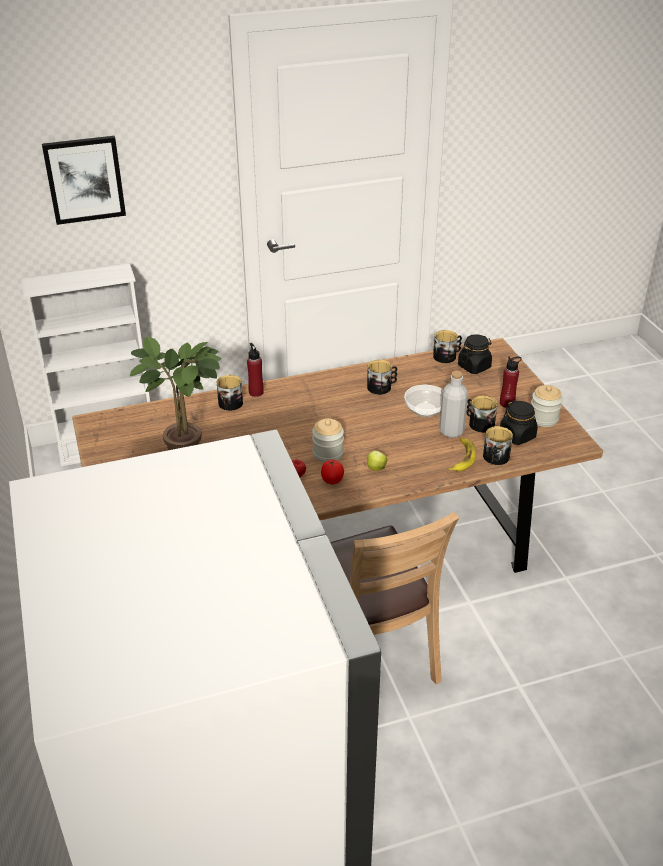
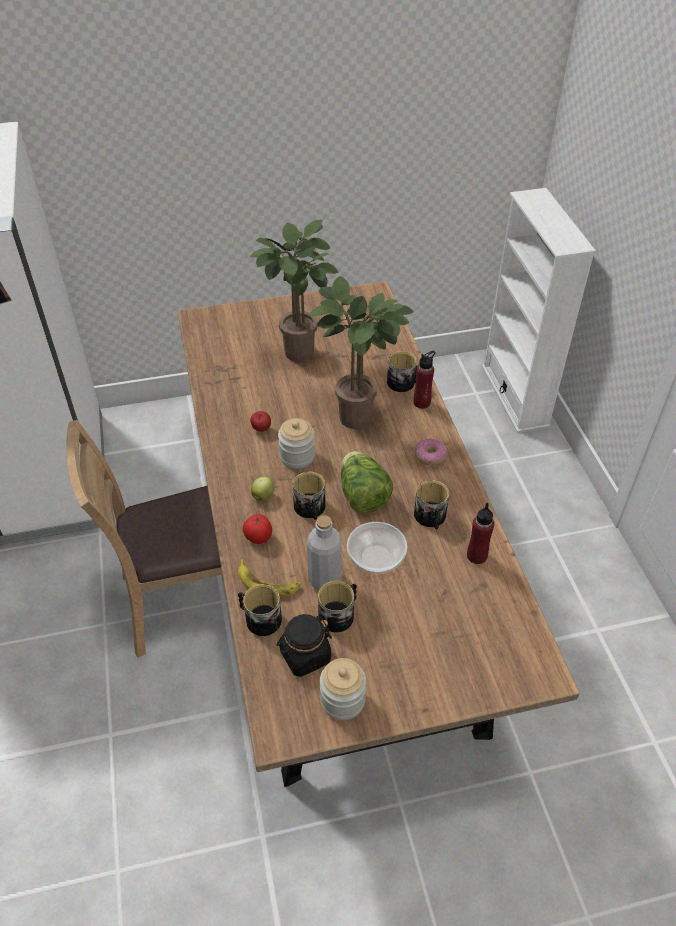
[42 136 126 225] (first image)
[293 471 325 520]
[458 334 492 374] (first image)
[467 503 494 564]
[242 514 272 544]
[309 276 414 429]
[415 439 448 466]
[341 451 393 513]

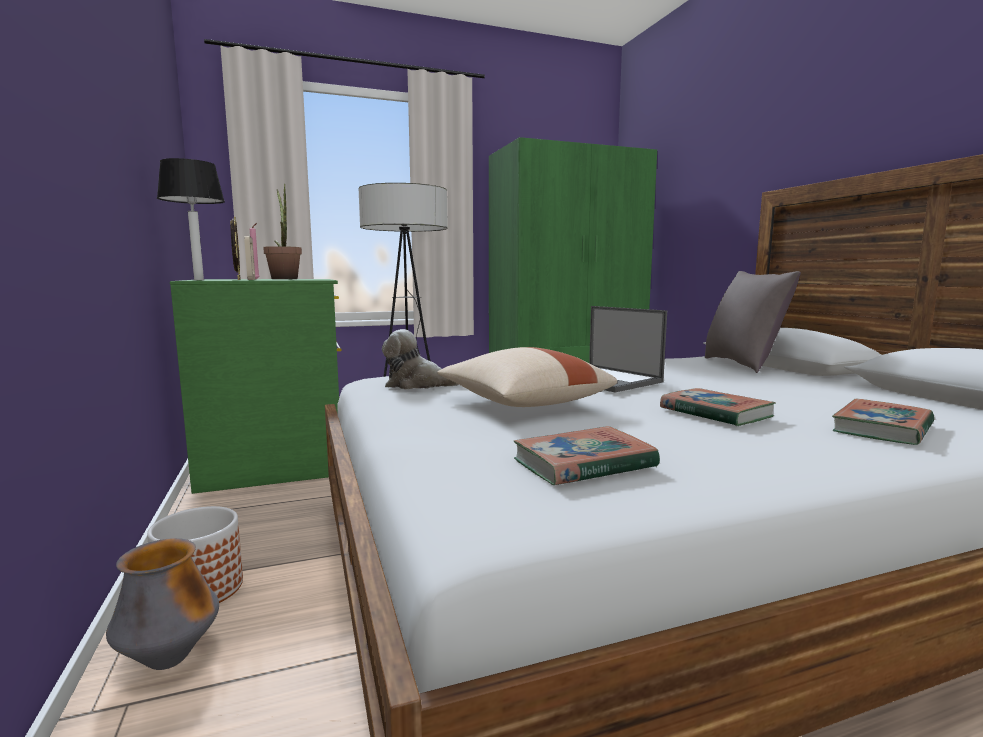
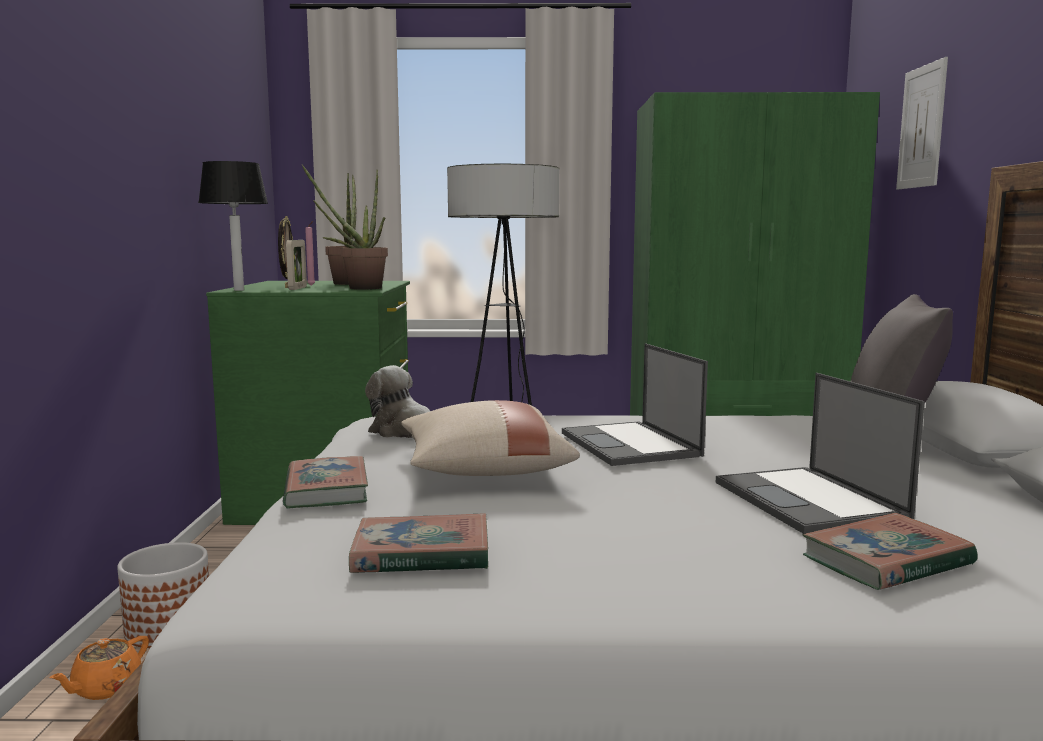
[283 456 368 509]
[50 636 149 700]
[896 57 948 189]
[302 164 388 290]
[716 373 925 534]

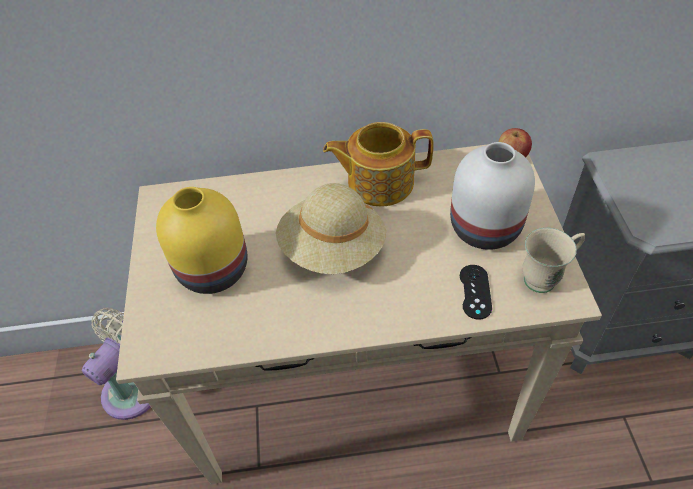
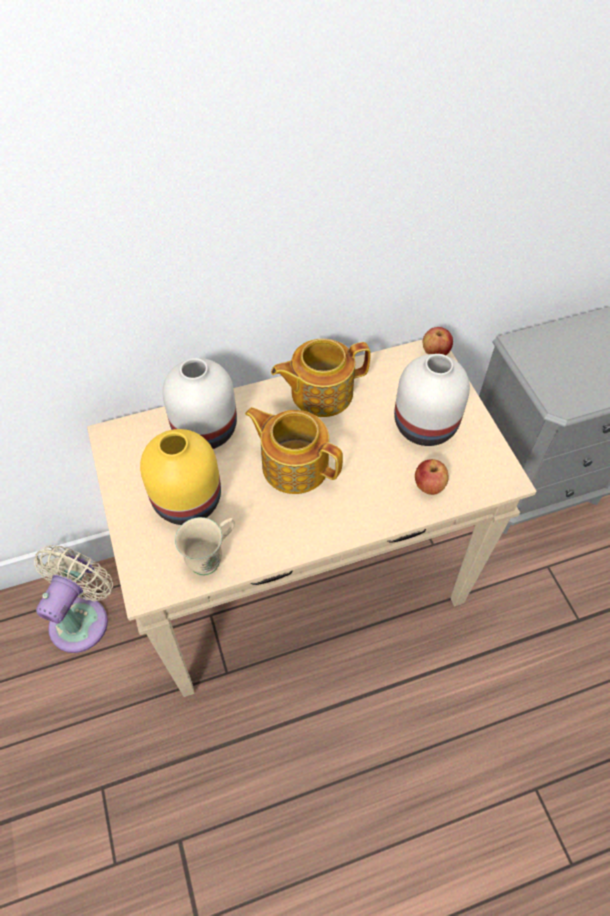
[245 407 343 494]
[175 517 235 575]
[415 459 449 495]
[162 358 237 449]

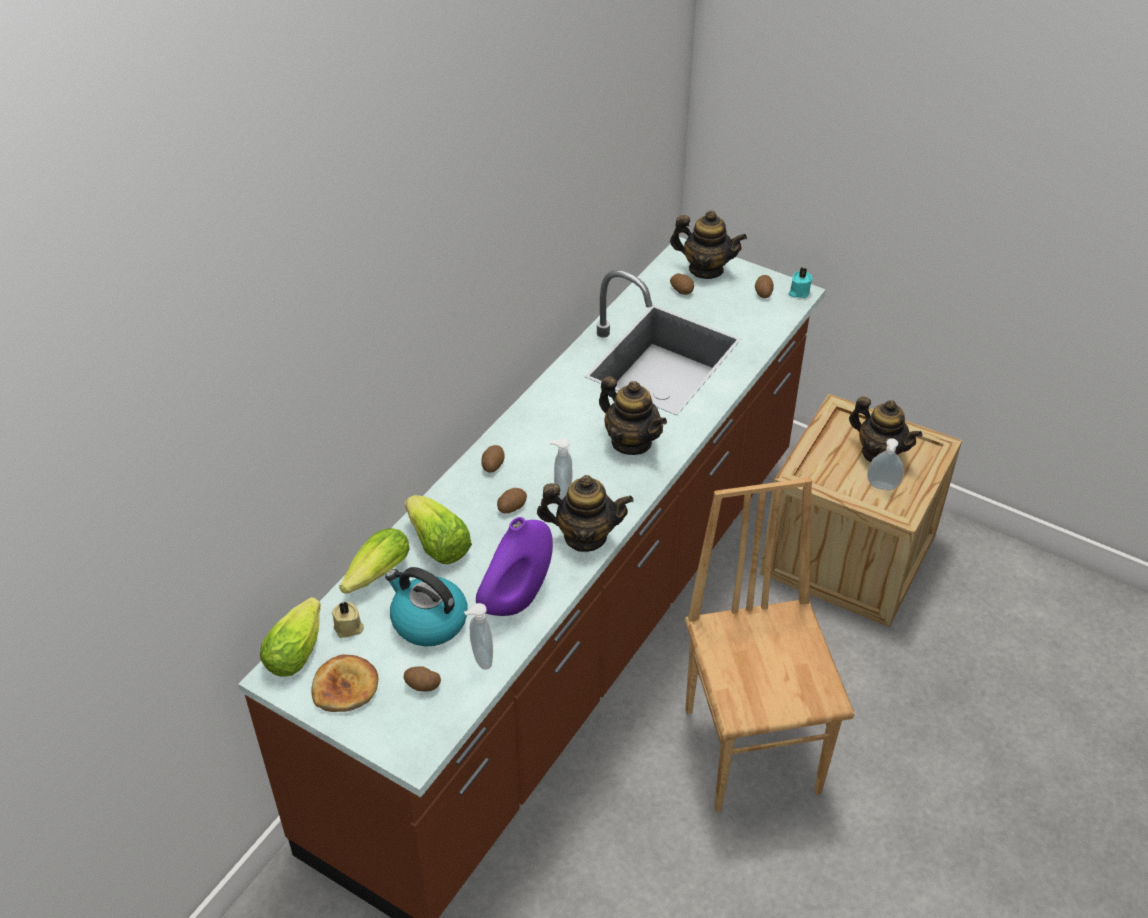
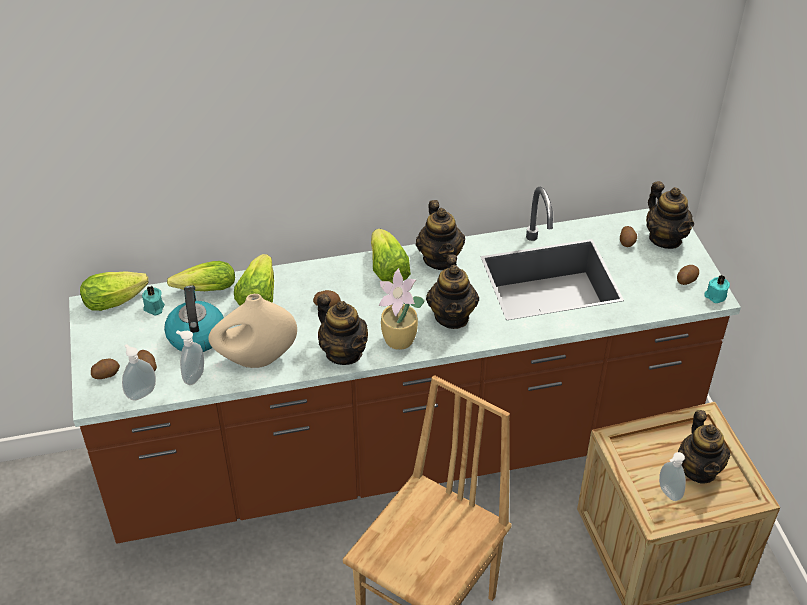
[122 344 156 400]
[91 358 120 379]
[208 294 297 368]
[142 286 165 315]
[311 655 378 712] (first image)
[416 200 465 270]
[371 229 411 284]
[379 268 425 350]

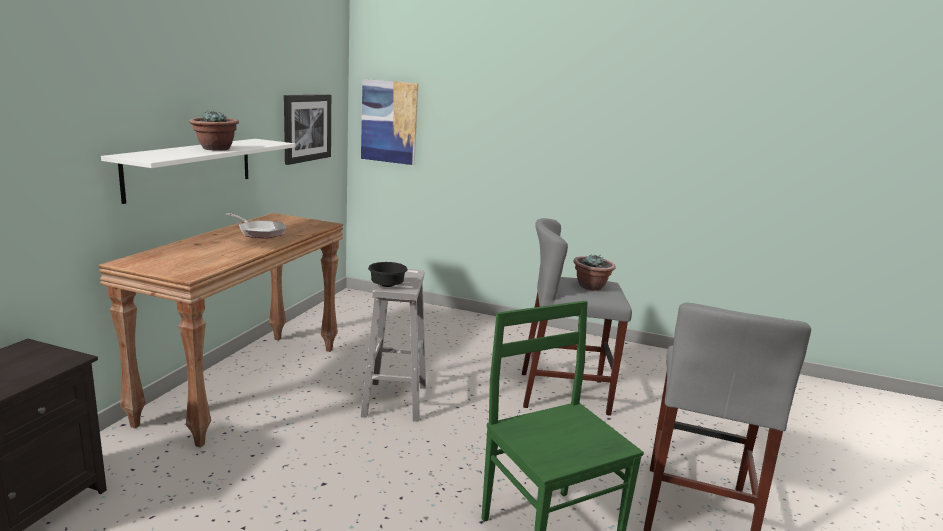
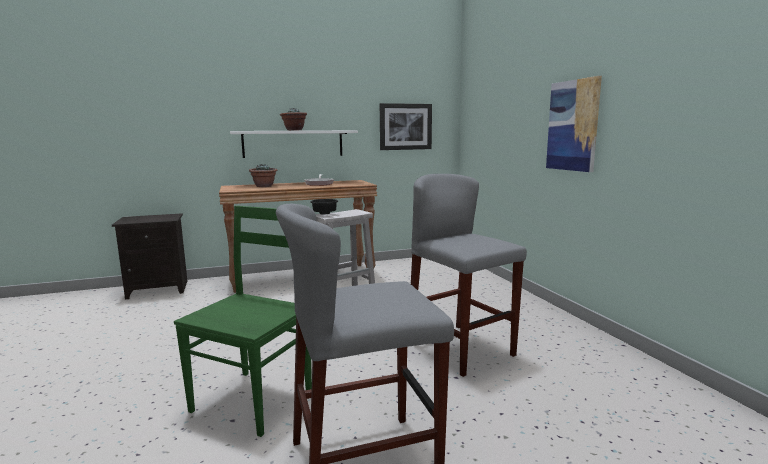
[546 76 602 172]
[249 164 277 187]

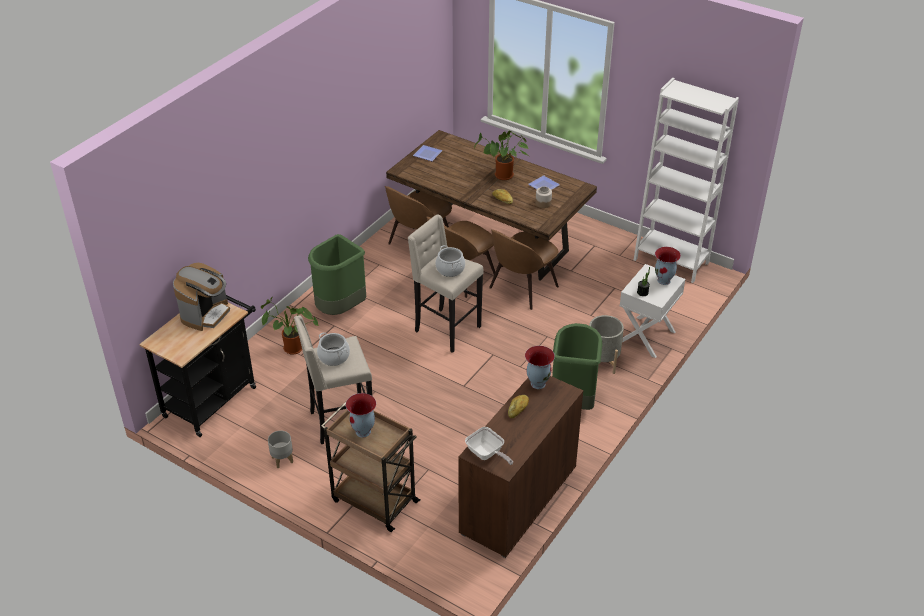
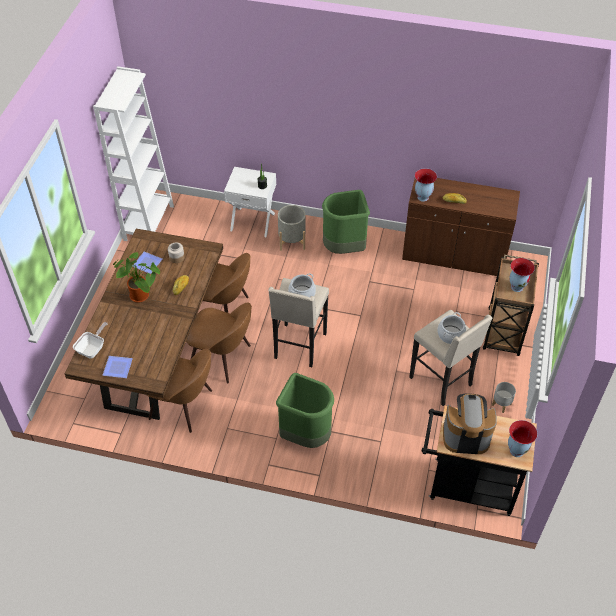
[508 420 538 457]
[261 297 318 355] (first image)
[73 322 108 359]

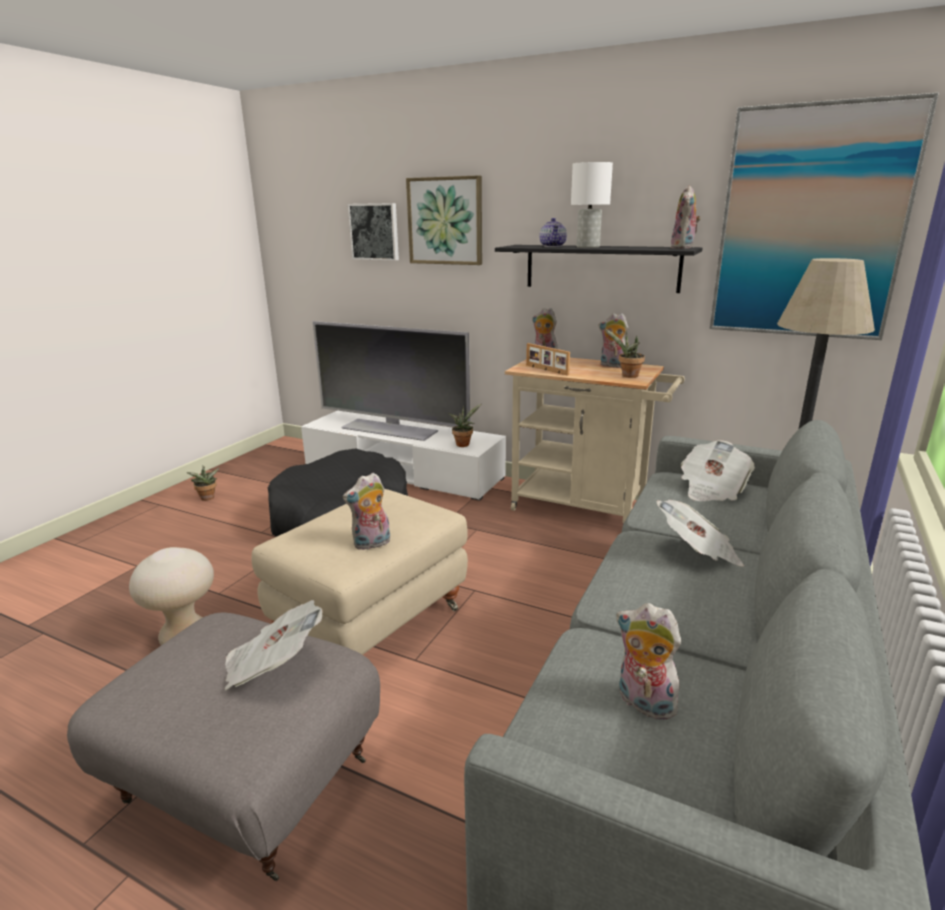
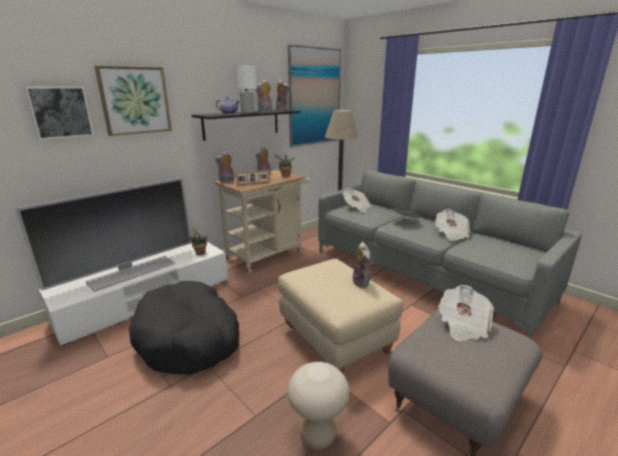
[186 465 220 501] (first image)
[255 80 272 112]
[435 209 470 241]

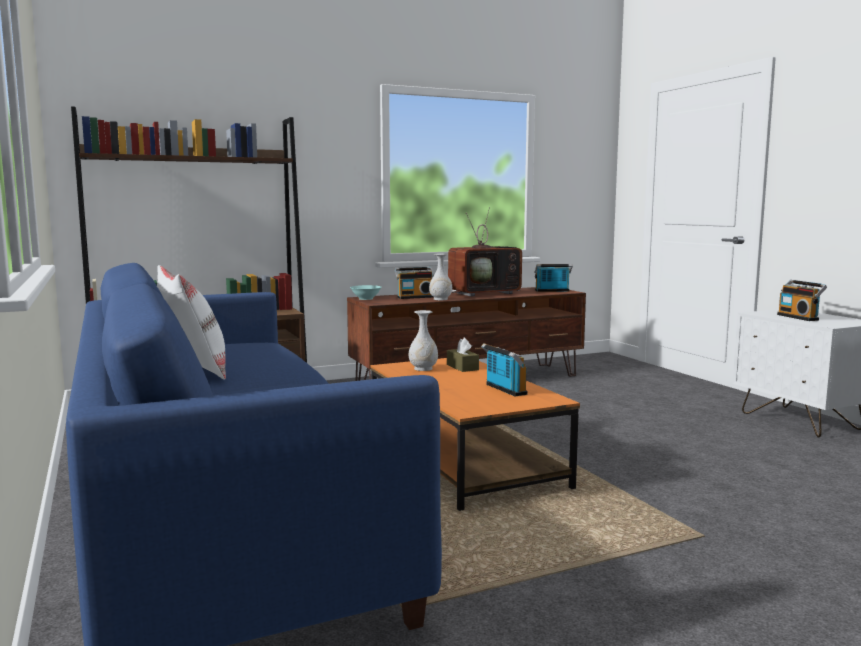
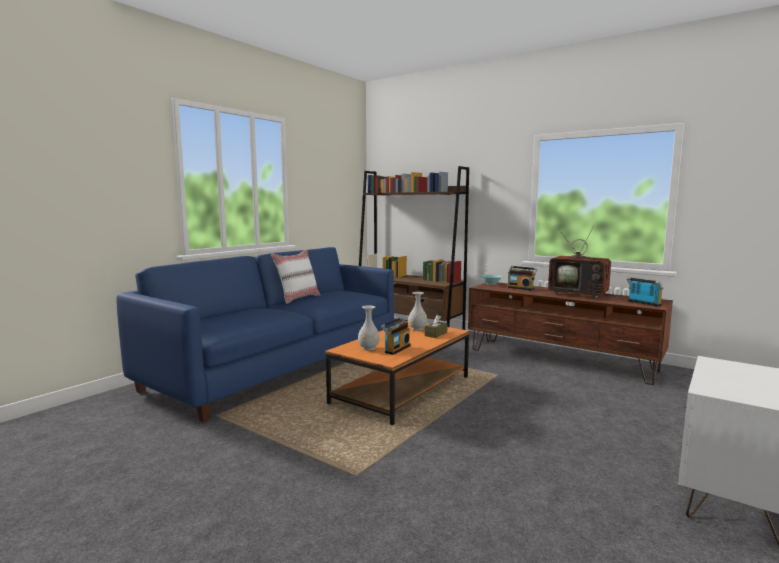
[358 305 380 351]
[777 280 827 321] (first image)

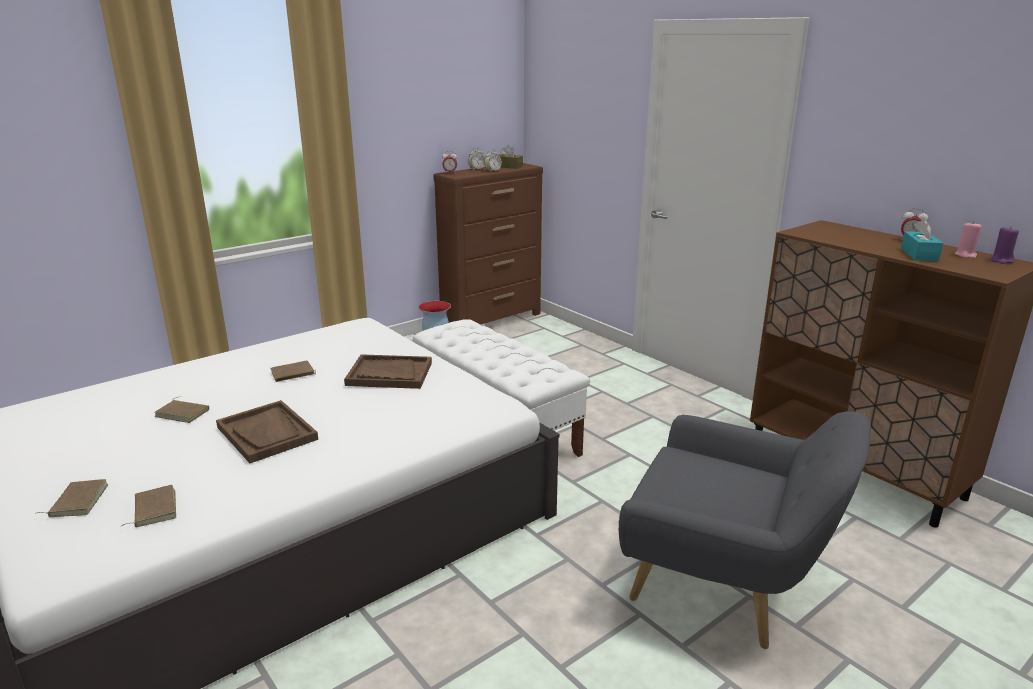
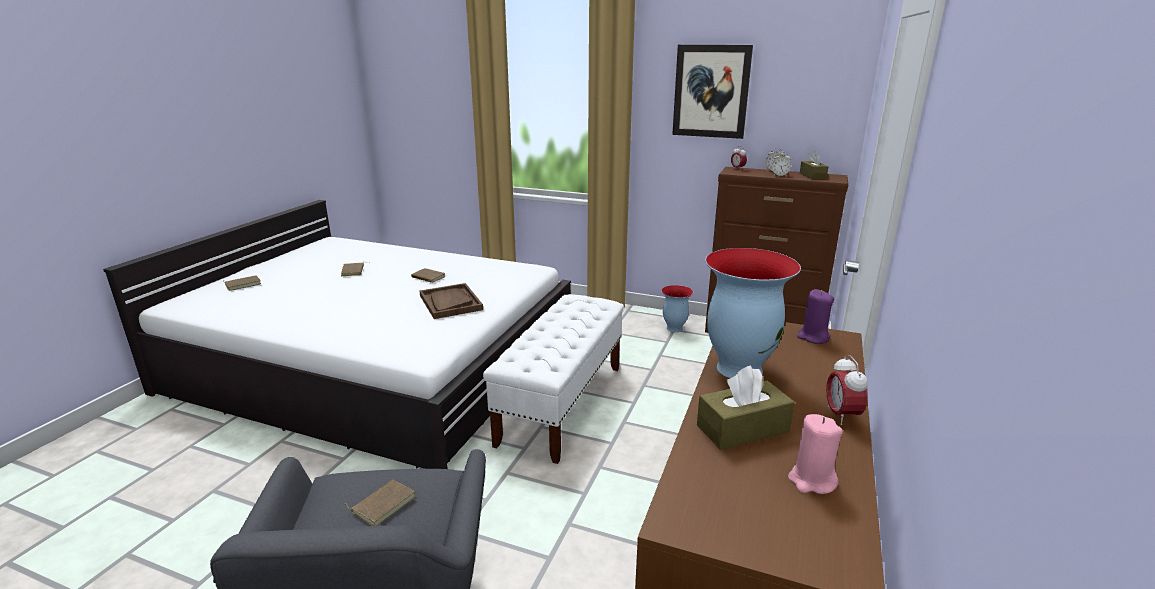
[697 366 795 450]
[797 289 834 344]
[216 400 318 463] (first image)
[344 479 415 526]
[672 45 753 139]
[705 248 801 378]

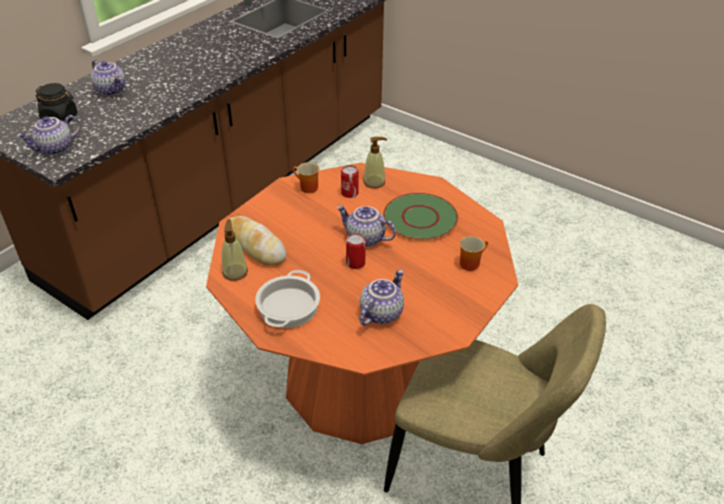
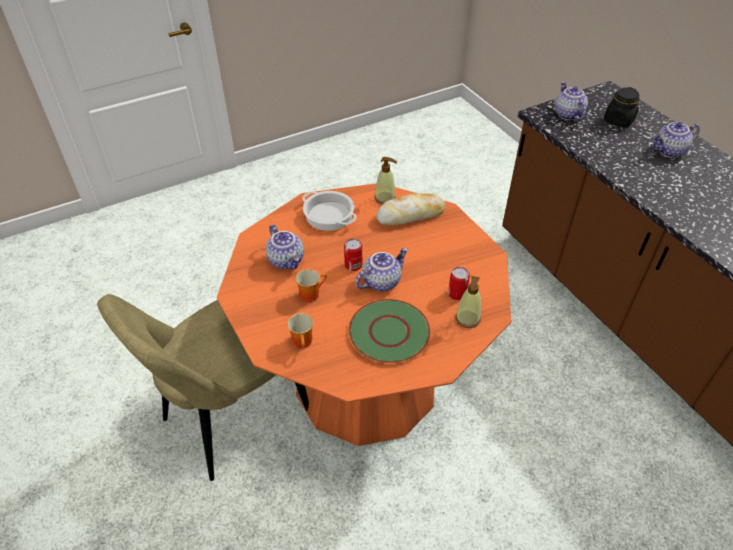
[295 269 327 302]

